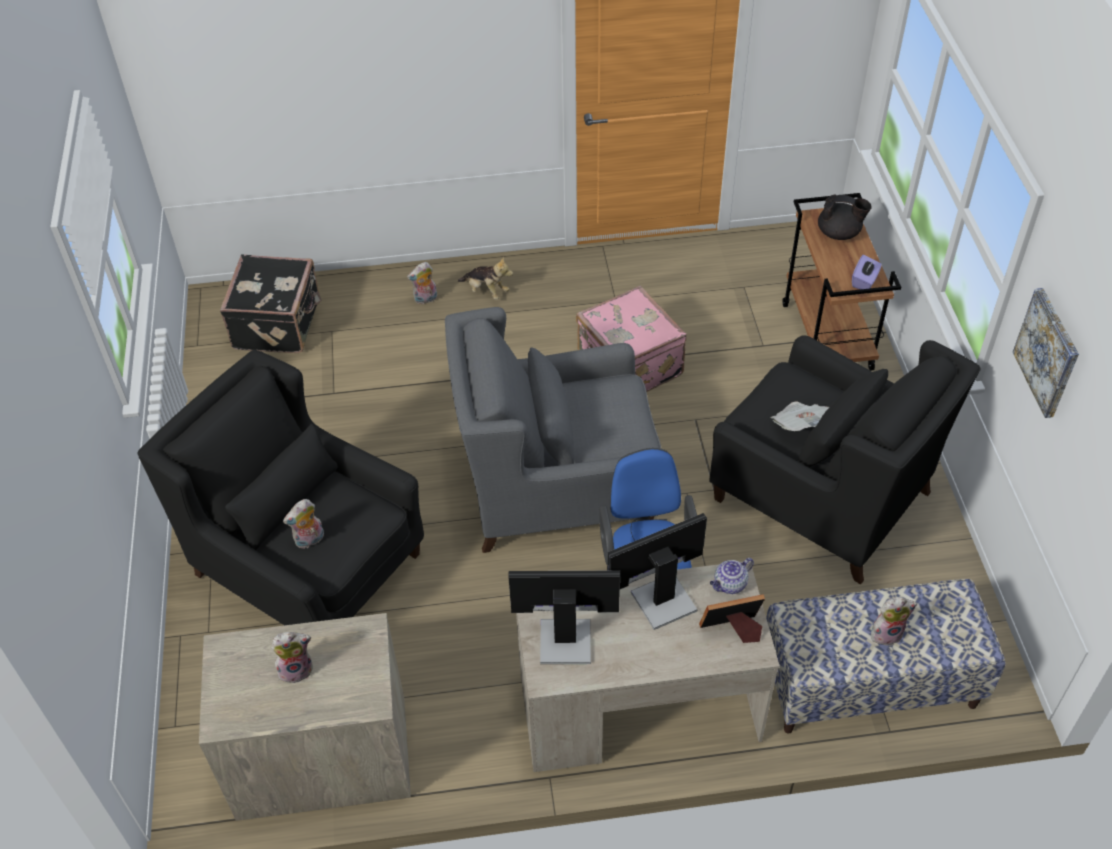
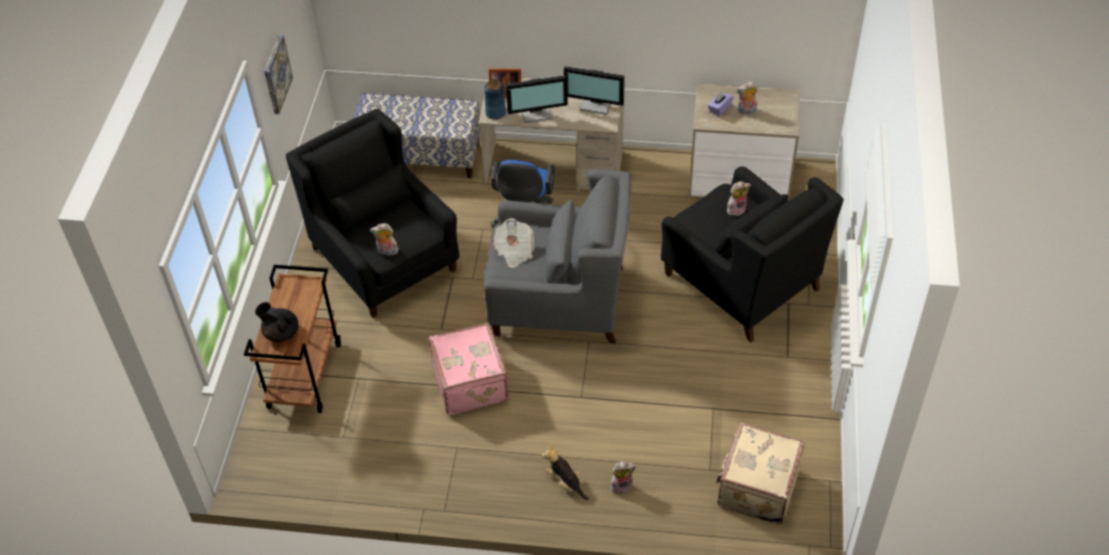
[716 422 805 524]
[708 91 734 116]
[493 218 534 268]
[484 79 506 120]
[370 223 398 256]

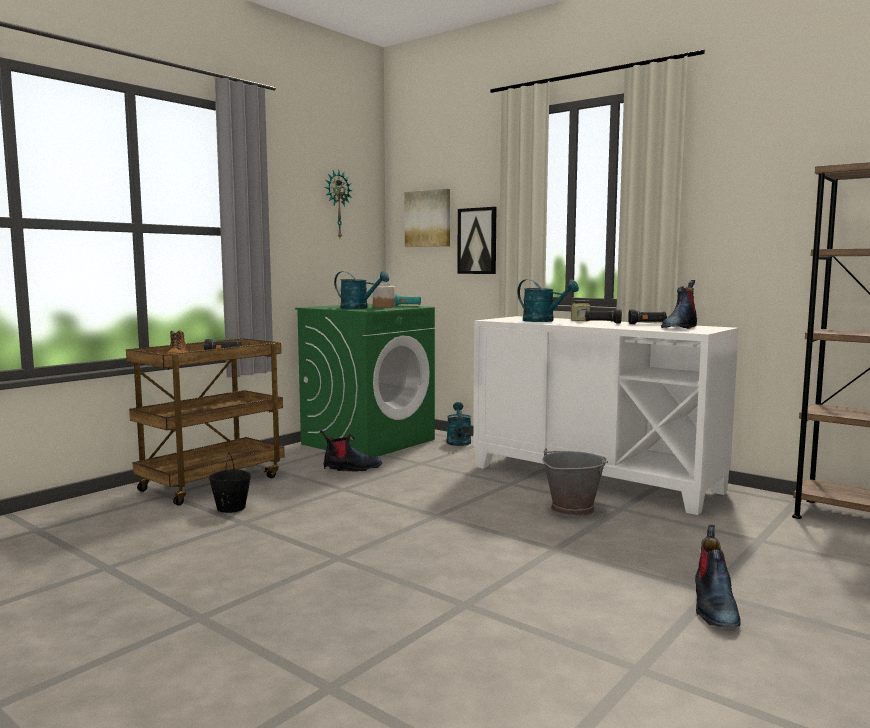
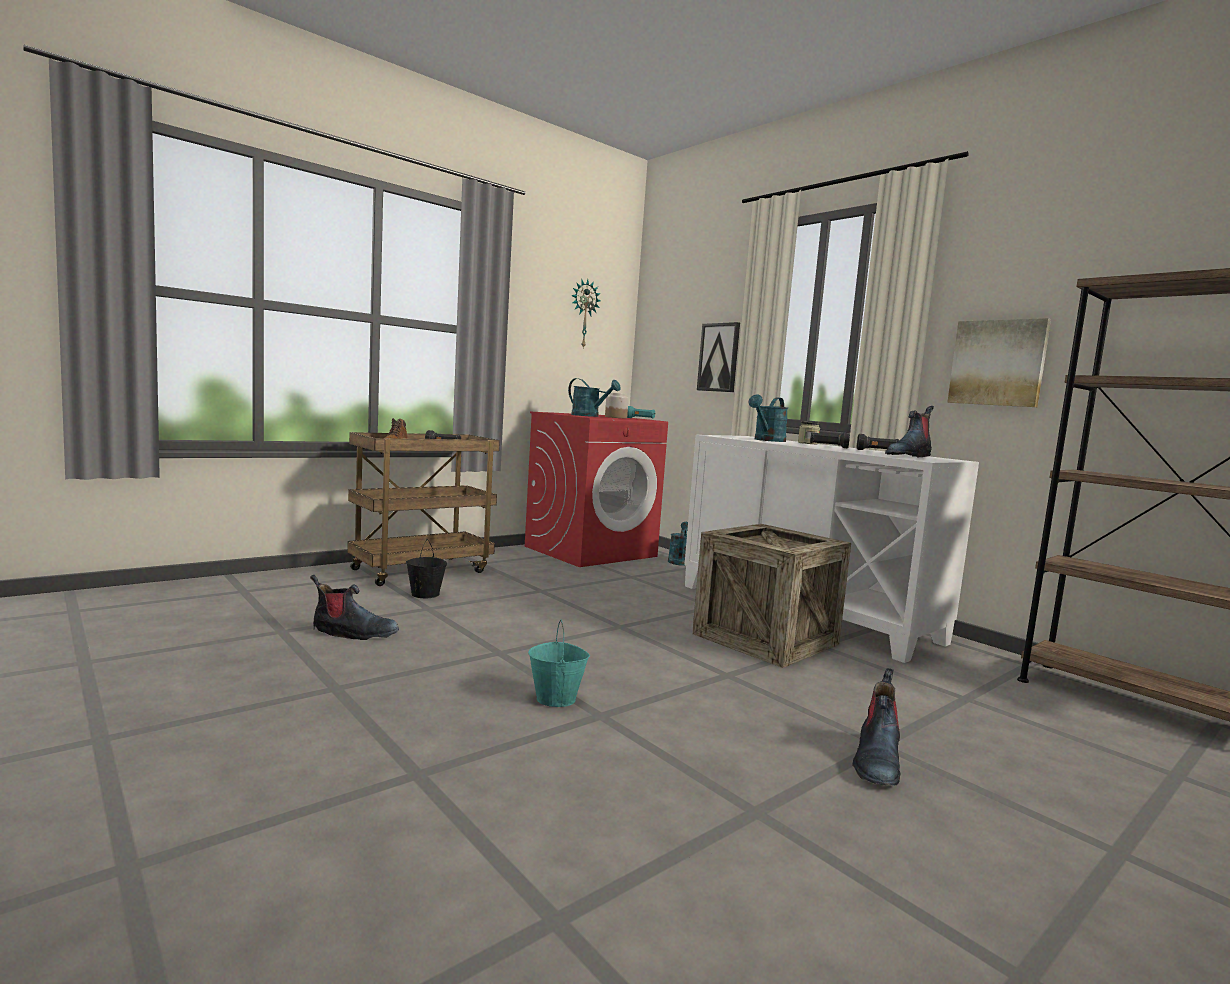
[947 318 1051 407]
[749 394 788 442]
[525 412 668 567]
[310 575 399 640]
[692 524 851 668]
[528 619 590 707]

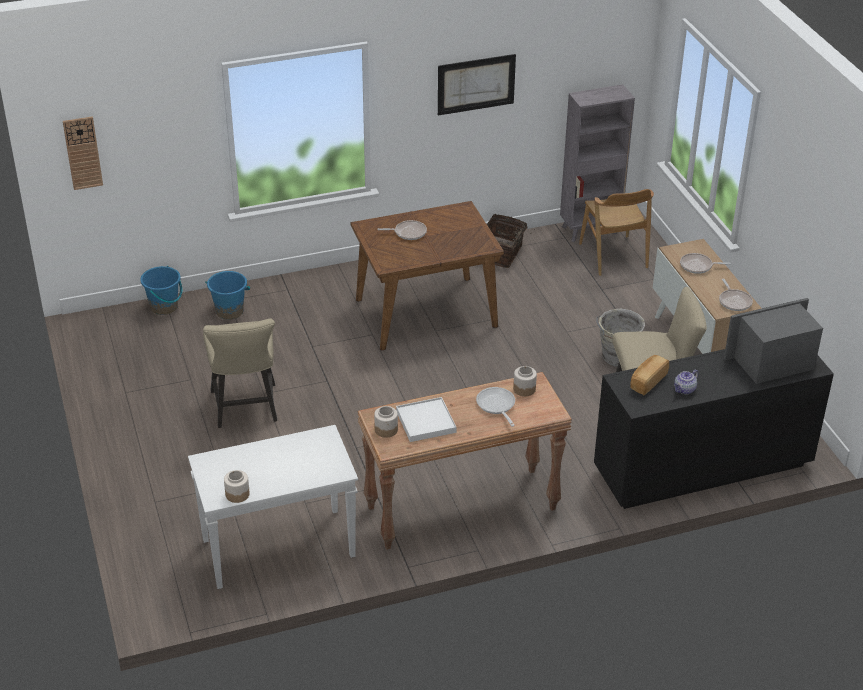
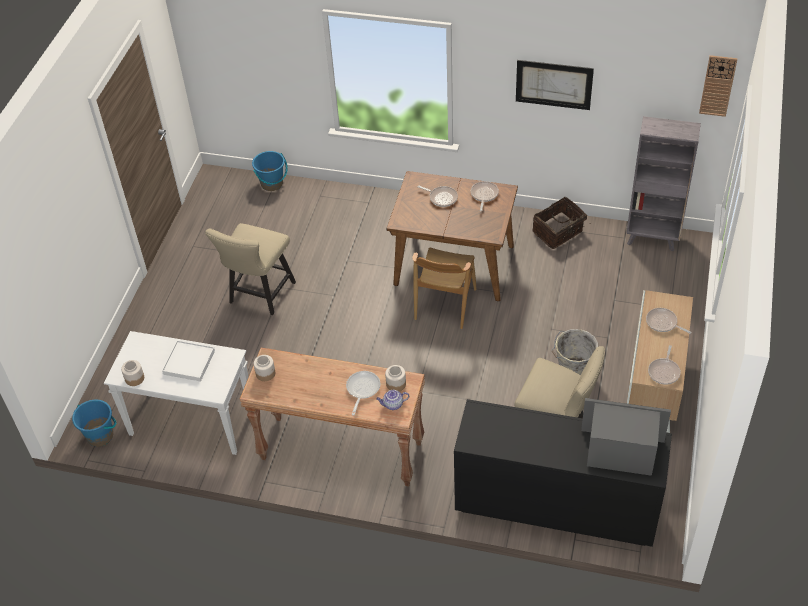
[699 55 738 117]
[412 248 477 329]
[72 399 116 447]
[630 355 669 395] (first image)
[376 390 409 410]
[162 340 215 382]
[471 181 499 211]

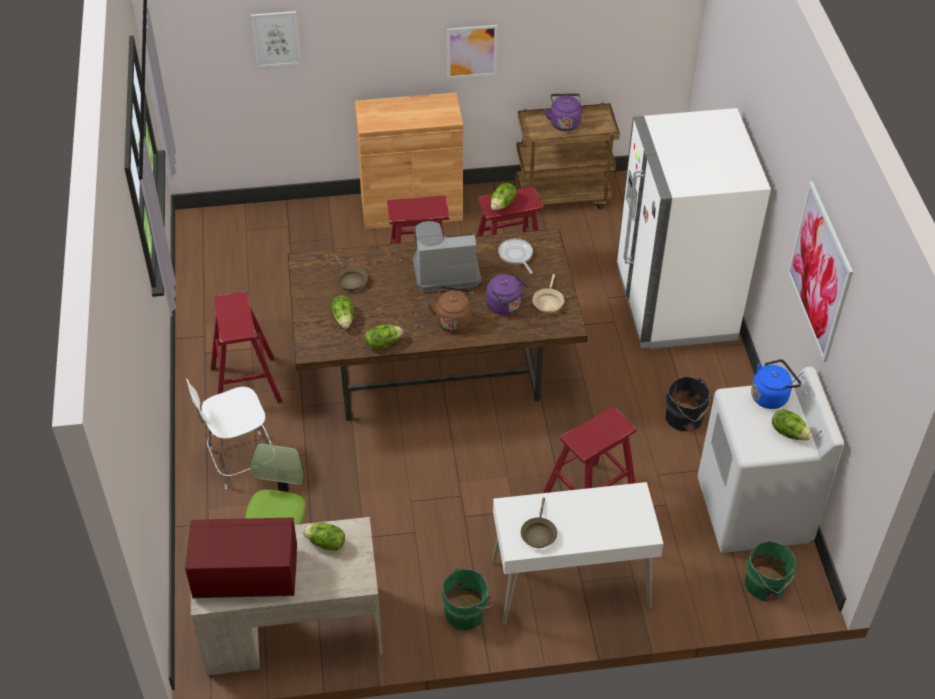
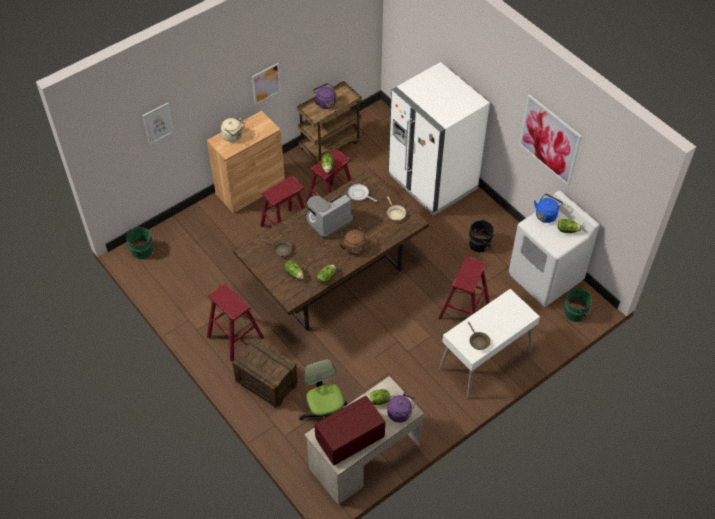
[387 392 416 423]
[232 338 298 408]
[126 227 155 259]
[221 118 245 142]

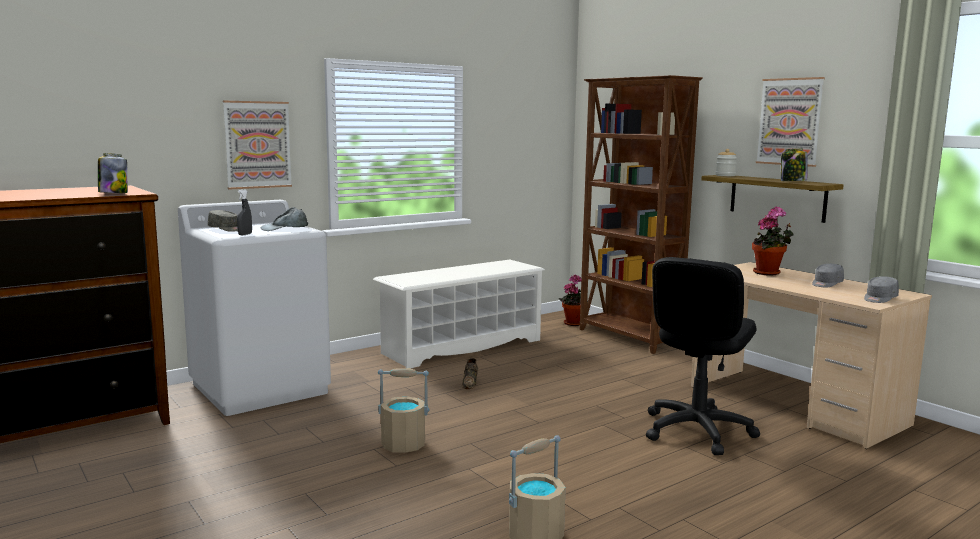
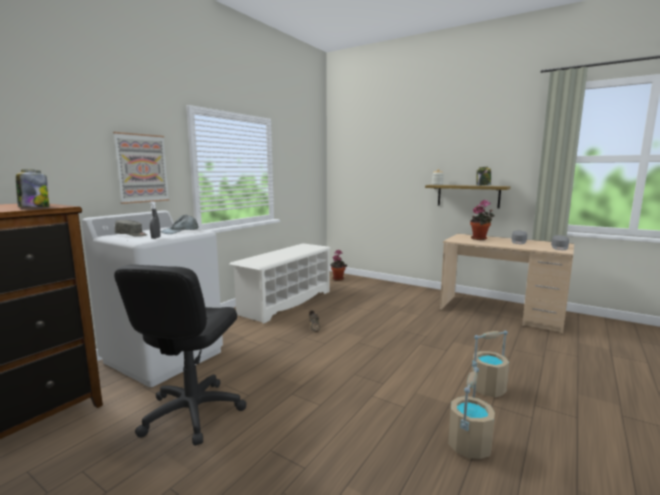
[580 75 703 354] (first image)
[756 77 825 167] (first image)
[114 264 246 446]
[472 331 509 398]

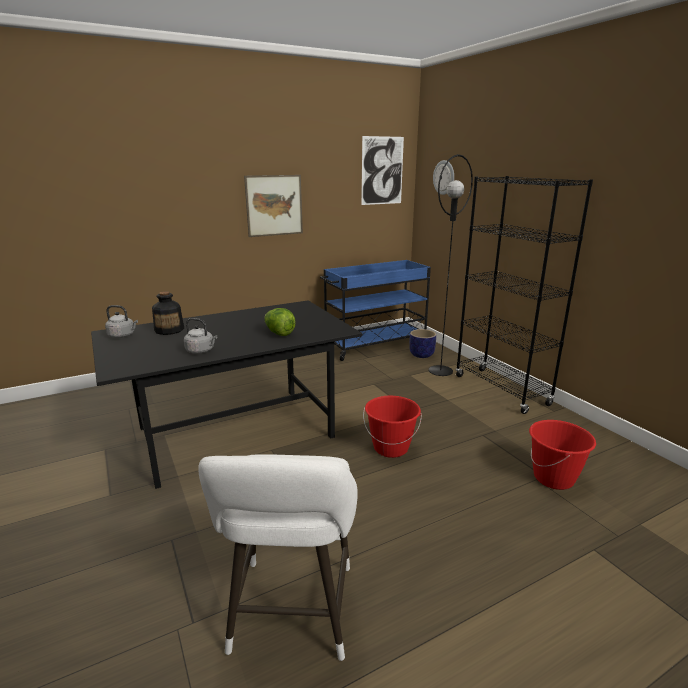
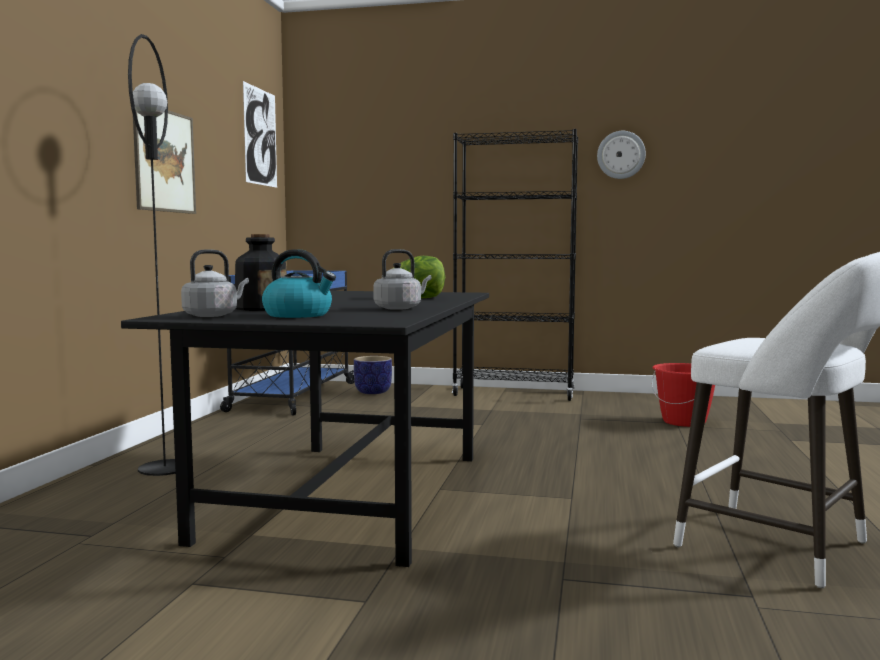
[128 34 176 476]
[597 131 646 179]
[363 396 422 458] (first image)
[262 249 336 318]

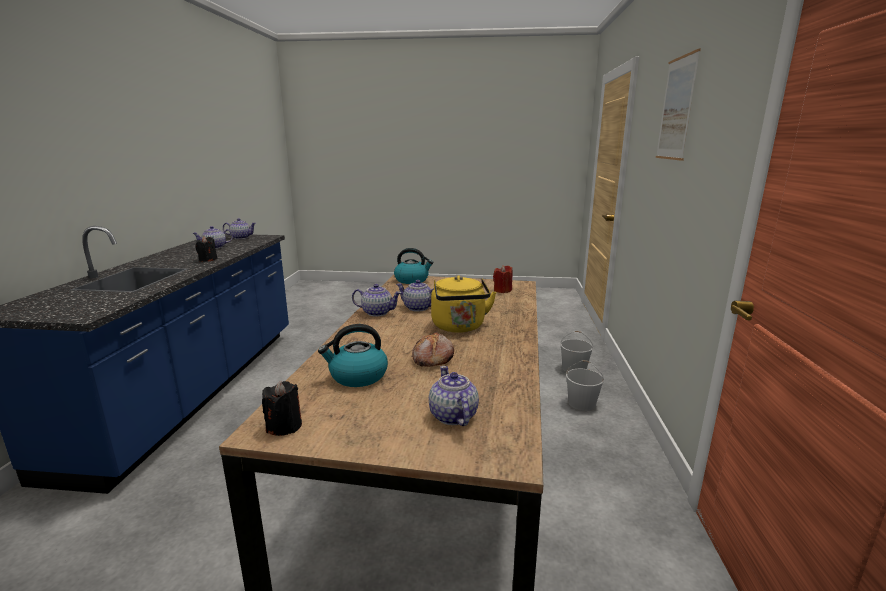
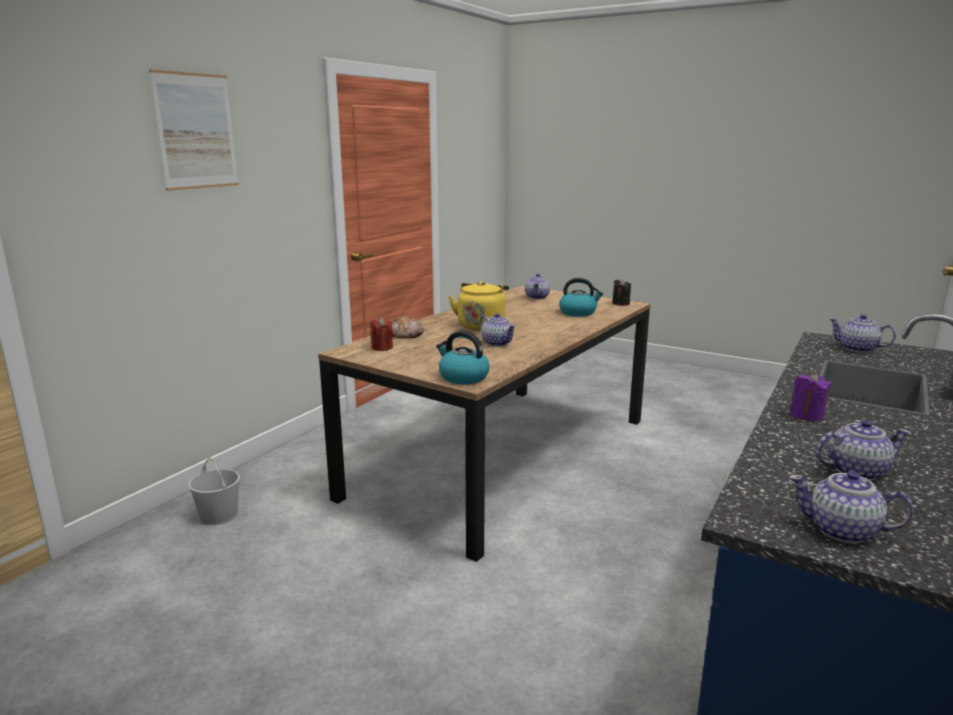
[790 372 831 422]
[829 314 896 353]
[392 316 424 338]
[566 360 604 411] (first image)

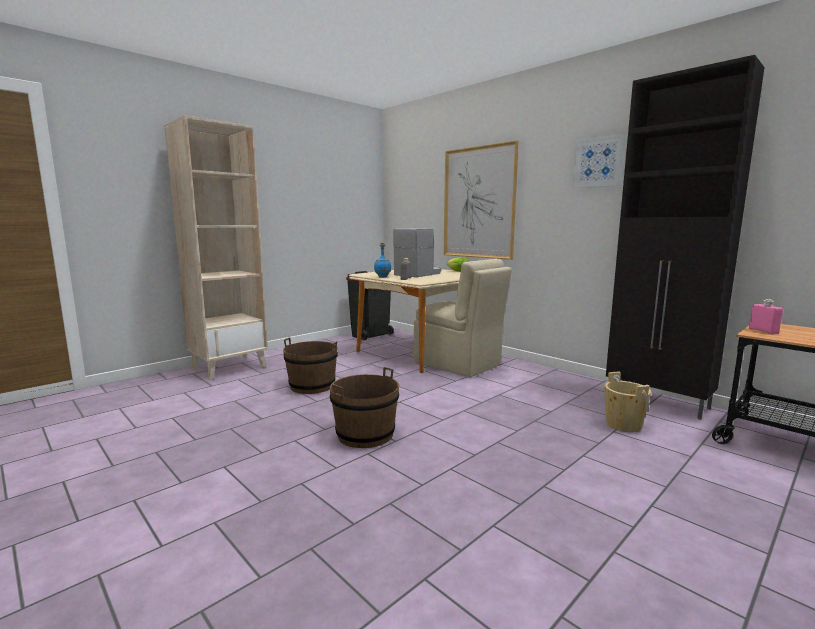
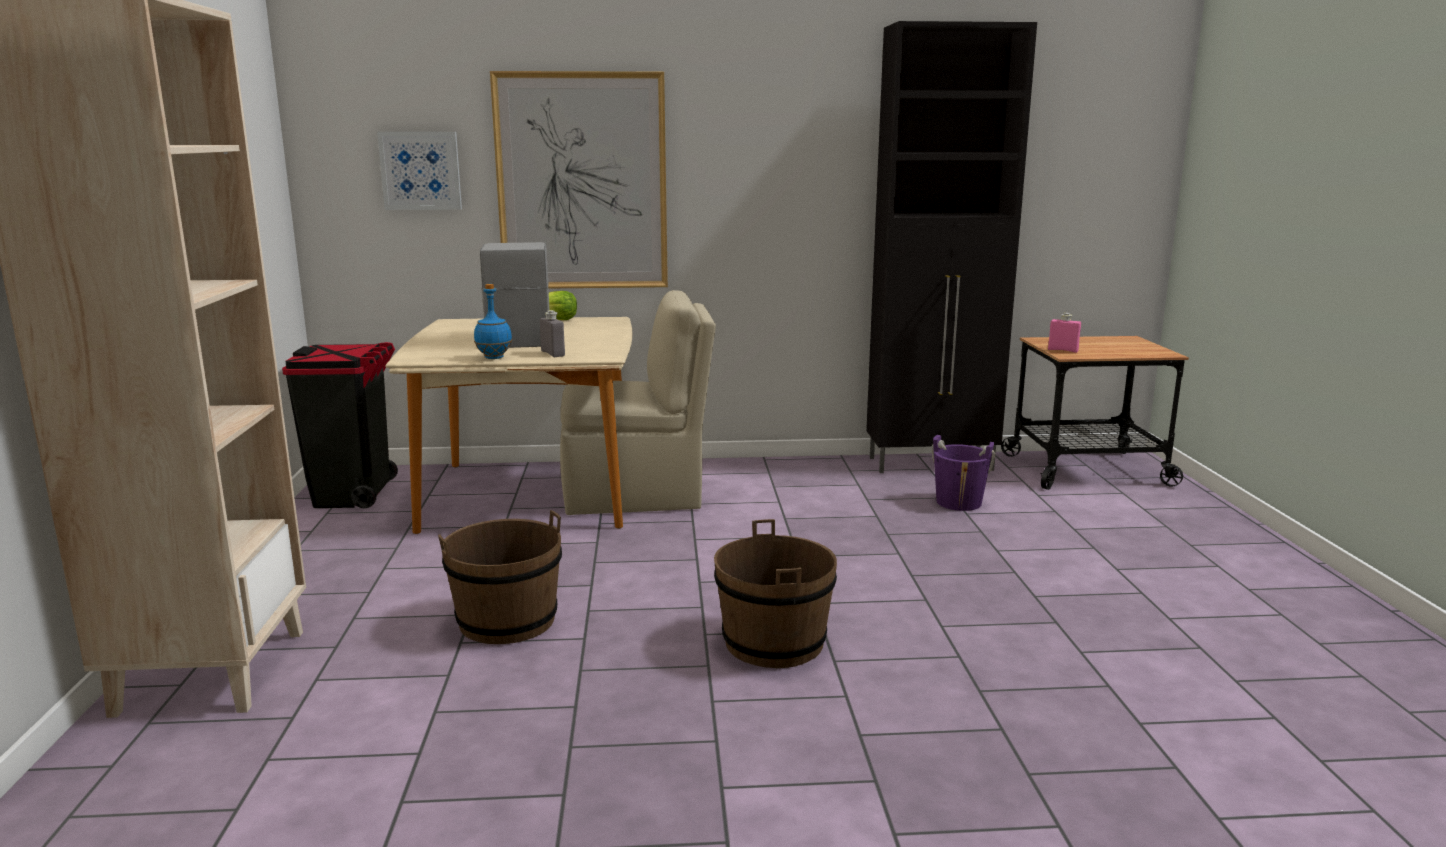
[377 132 462 210]
[932 435 995 511]

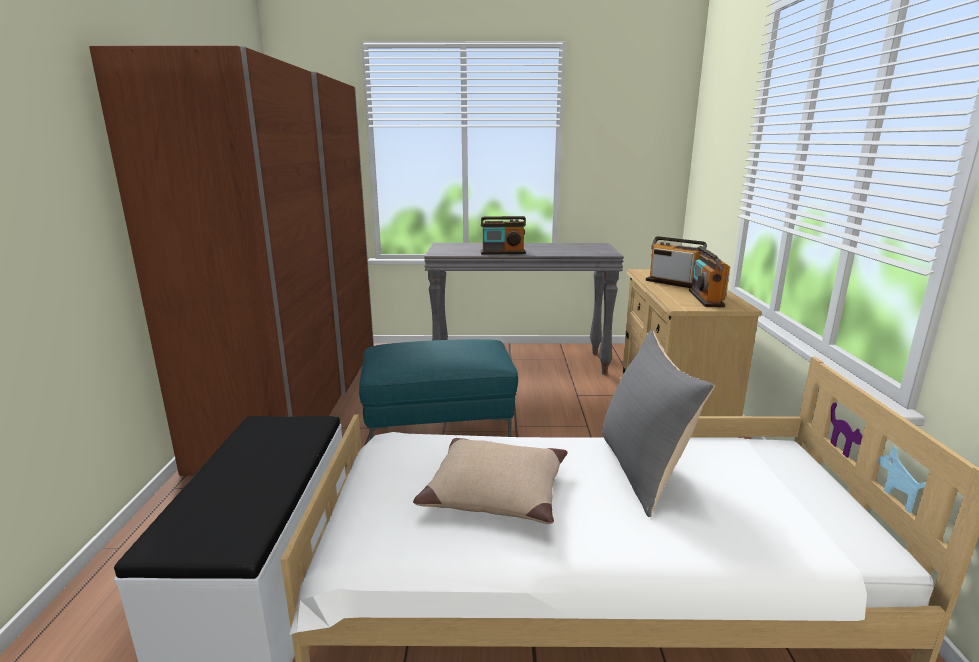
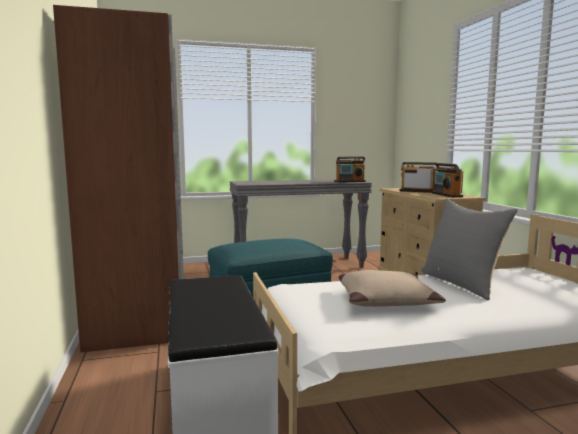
[334 157 366 183]

